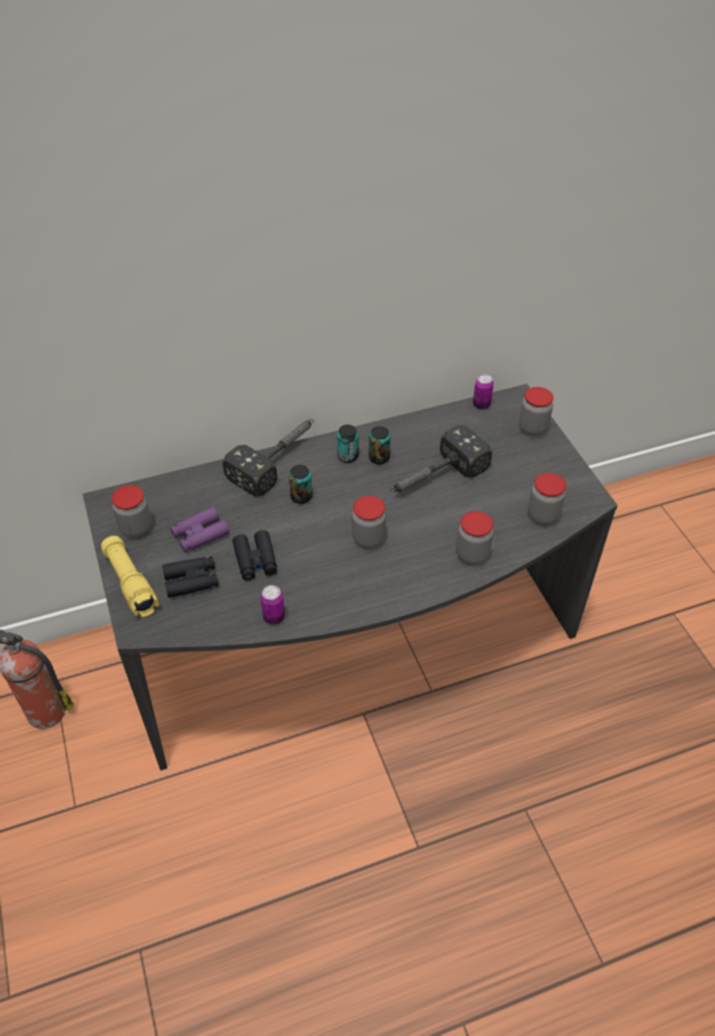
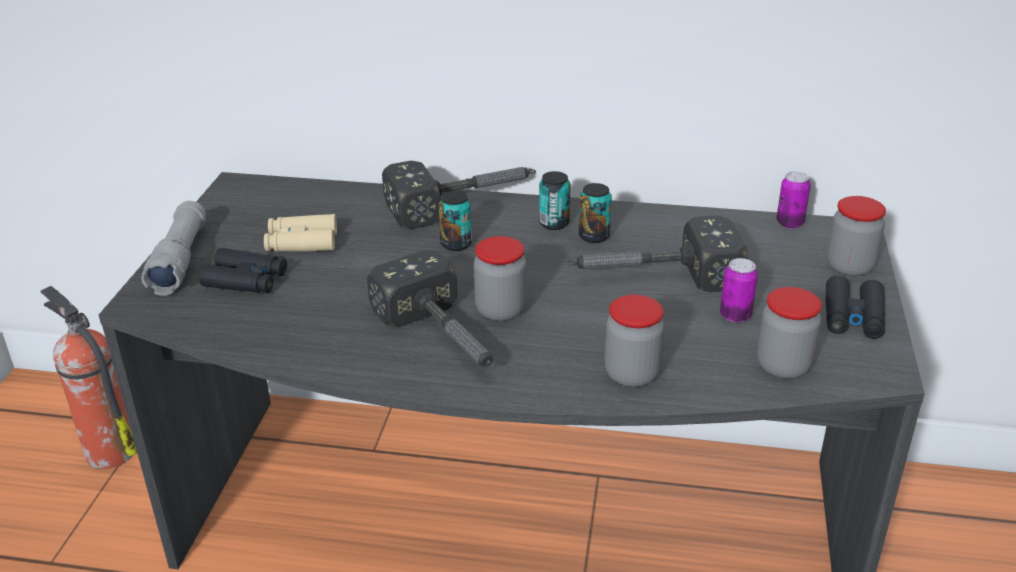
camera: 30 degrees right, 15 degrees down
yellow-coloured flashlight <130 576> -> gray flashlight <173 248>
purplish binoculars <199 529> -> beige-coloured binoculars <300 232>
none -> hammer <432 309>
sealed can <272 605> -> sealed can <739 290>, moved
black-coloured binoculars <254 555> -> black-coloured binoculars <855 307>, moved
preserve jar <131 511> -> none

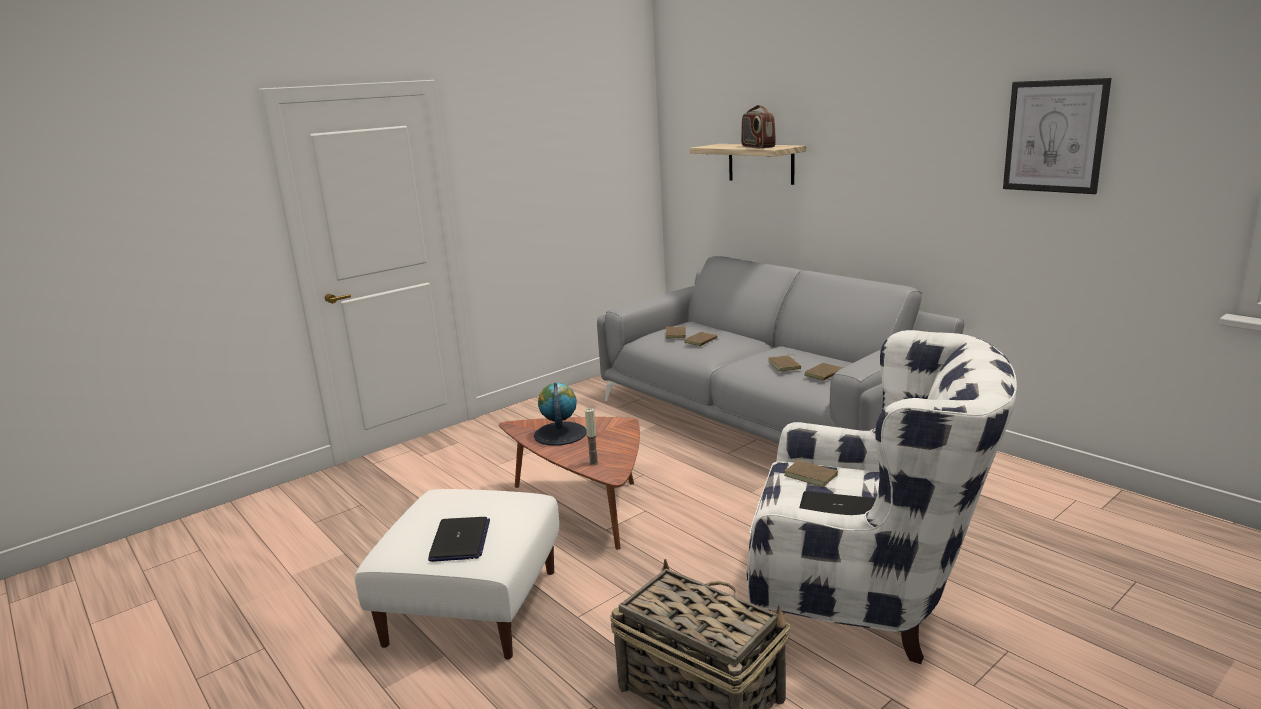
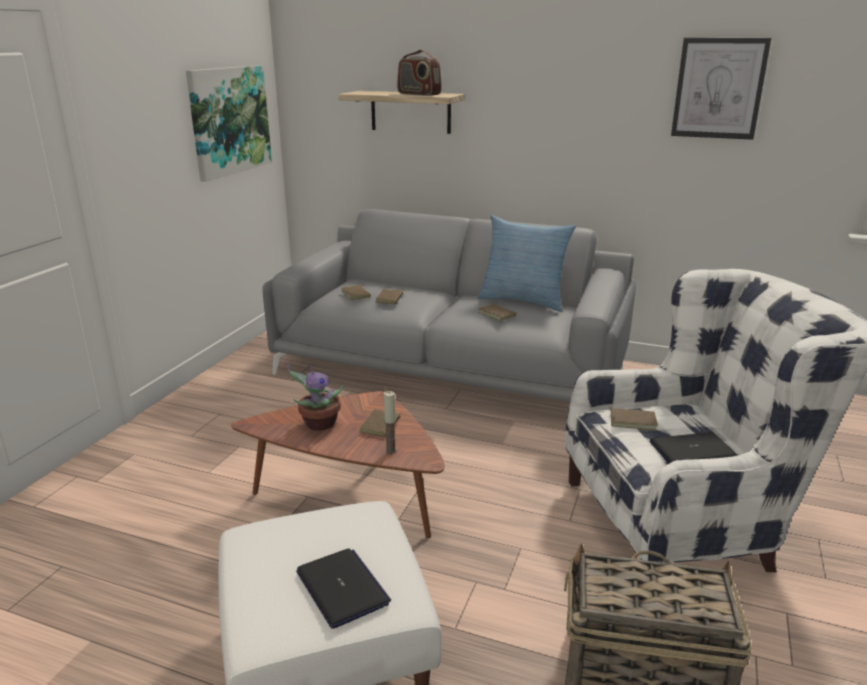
camera: 30 degrees left, 5 degrees up
none -> picture <229 123>
globe <560 414> -> plant in a pot <315 397>
brownish book <824 372> -> brownish book <383 423>, moved
none -> throw pillow <527 263>

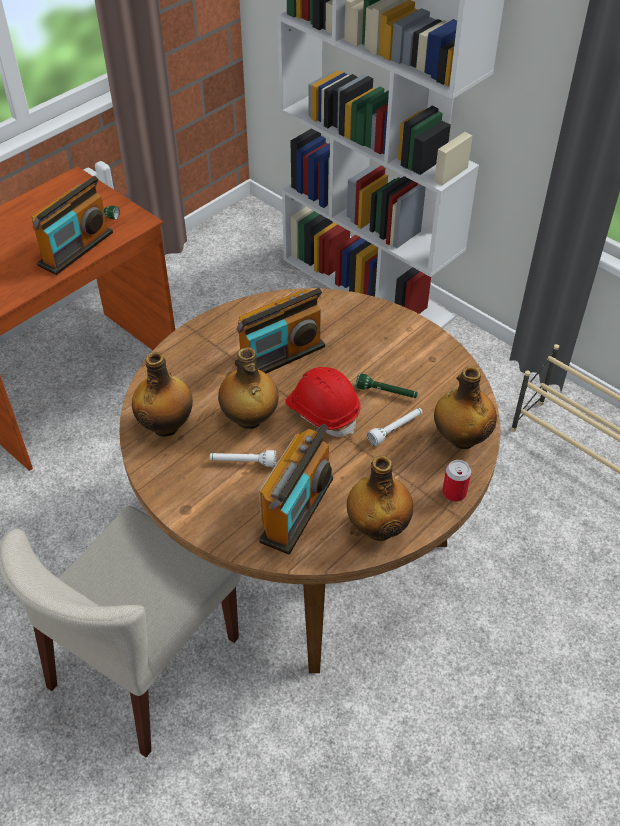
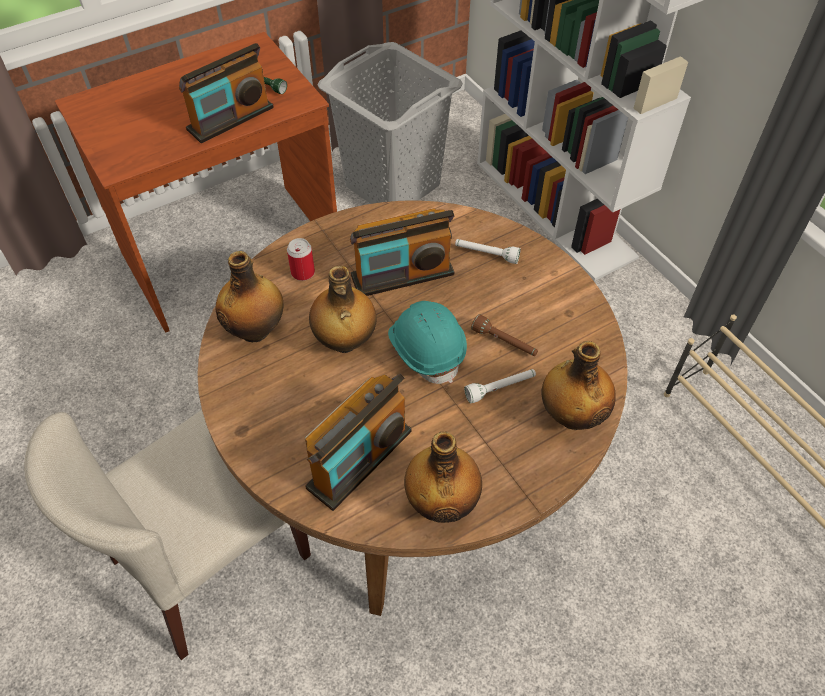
camera: 15 degrees right, 5 degrees up
sealed can <456 481> -> sealed can <301 259>, moved
none -> gray hamper <390 123>
reddish safety helmet <323 402> -> blue-green safety helmet <427 342>
whitish flashlight <243 458> -> whitish flashlight <488 251>, moved
greenish flashlight <387 385> -> brownish flashlight <504 335>

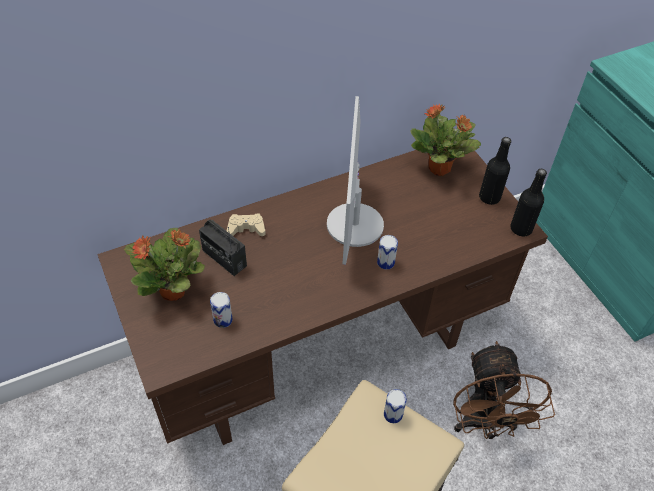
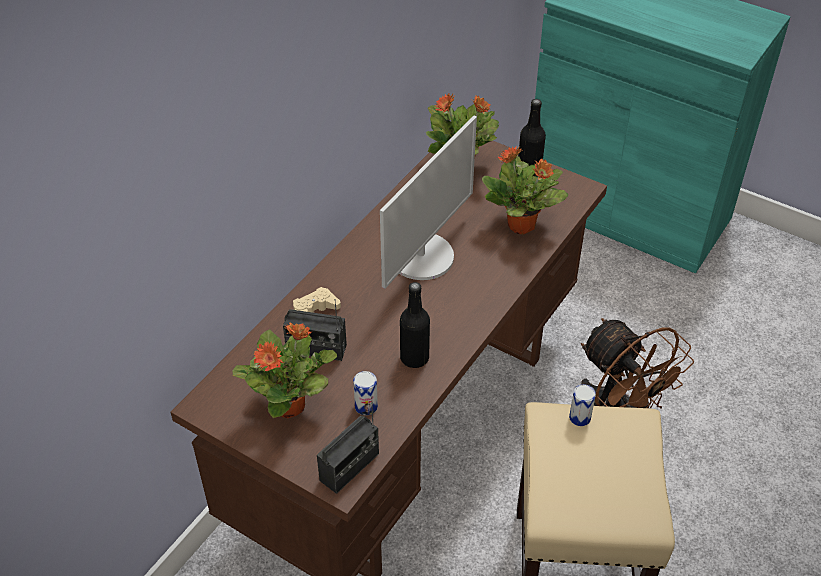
camera: 30 degrees left, 5 degrees down
none -> radio <348 445>
computer display <355 180> -> computer display <428 202>, 120 degrees counterclockwise
black-coloured bottle <528 202> -> black-coloured bottle <415 325>, moved
none -> plant in a pot <525 190>
sealed can <387 252> -> none

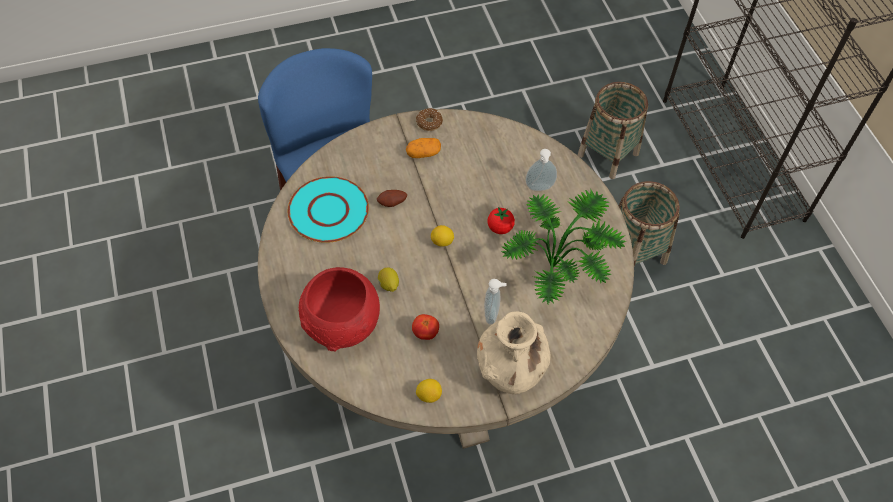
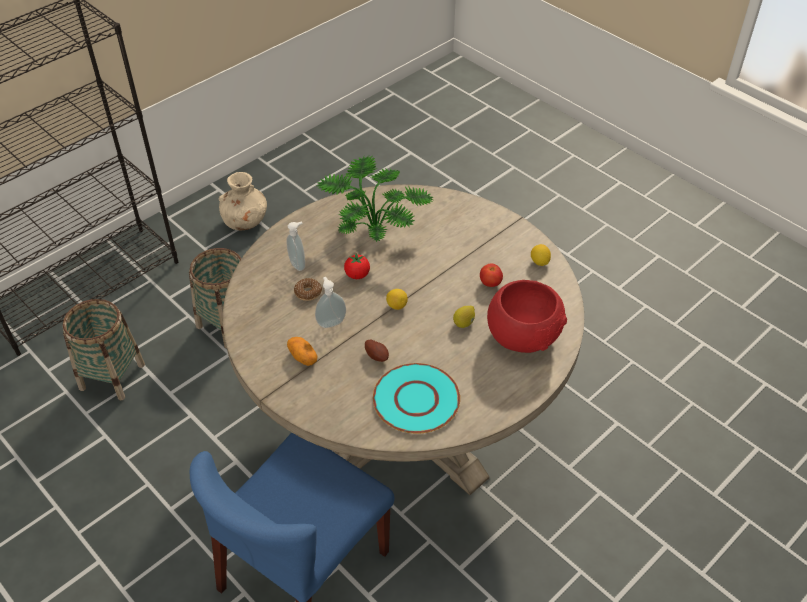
camera: 115 degrees left, 10 degrees down
beige-coloured flower vase <514 352> -> beige-coloured flower vase <243 201>, moved
doughnut <429 119> -> doughnut <308 289>, moved
soap dispenser <495 302> -> soap dispenser <330 302>, moved

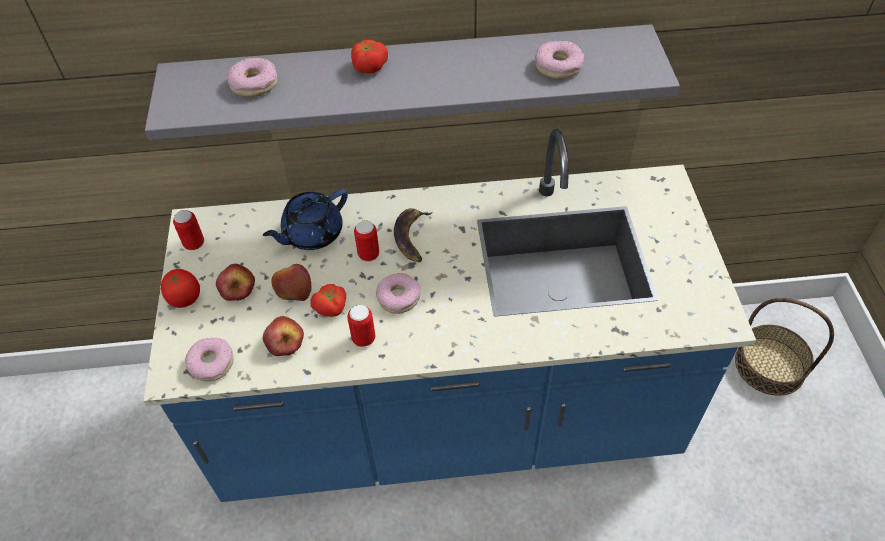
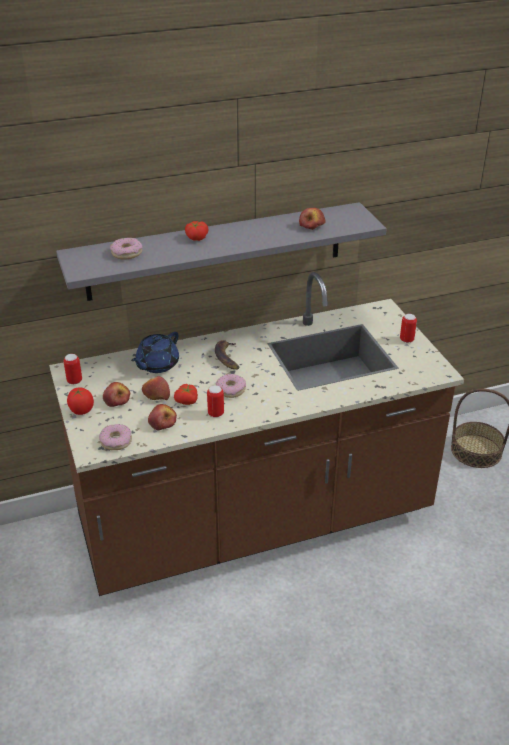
camera: 15 degrees left, 15 degrees down
blue-coloured kitchen base unit <450 315> -> brownish kitchen base unit <256 434>
doughnut <559 60> -> whole apple <312 219>
sealed can <366 241> -> sealed can <408 328>, moved

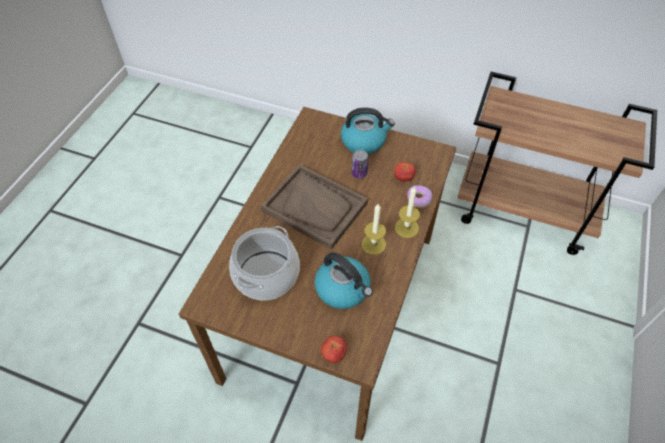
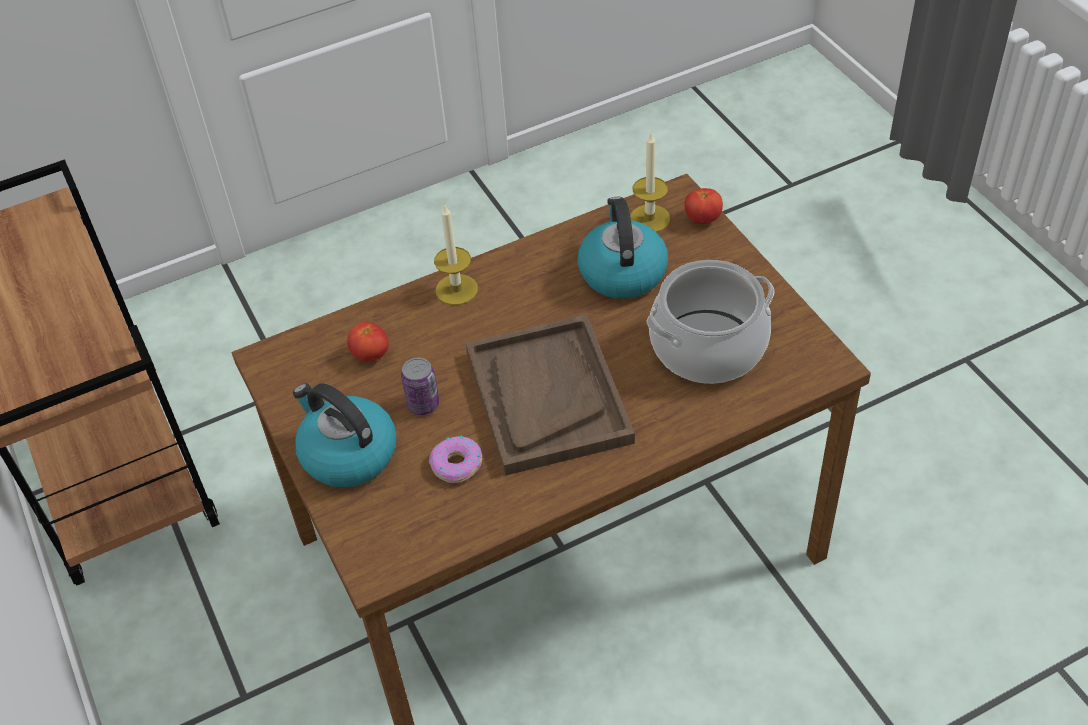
camera: 135 degrees left, 5 degrees down
doughnut <419 196> -> doughnut <455 459>, moved
candle <373 229> -> candle <650 182>, moved

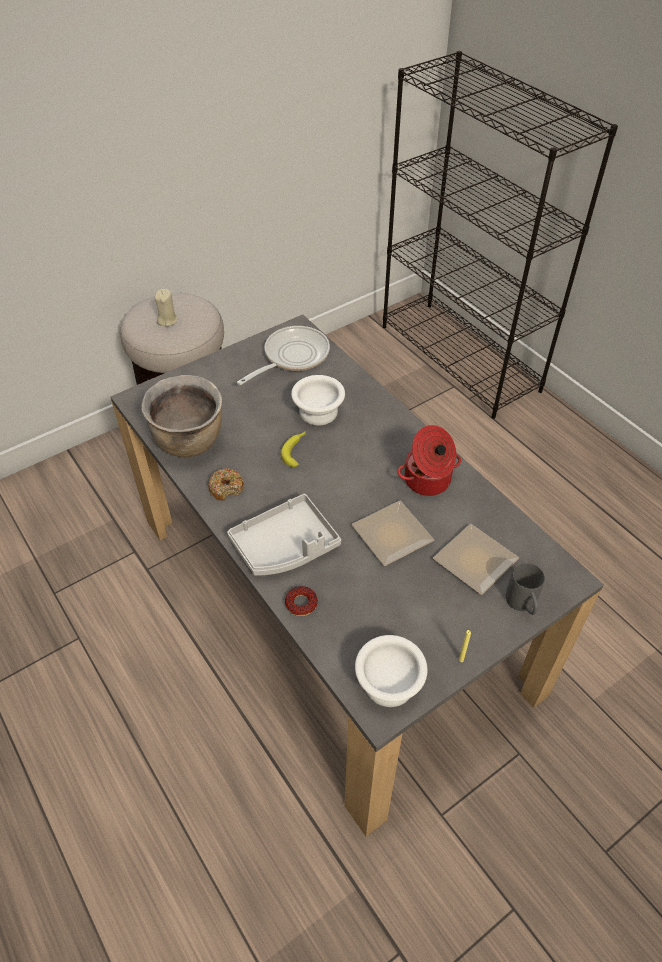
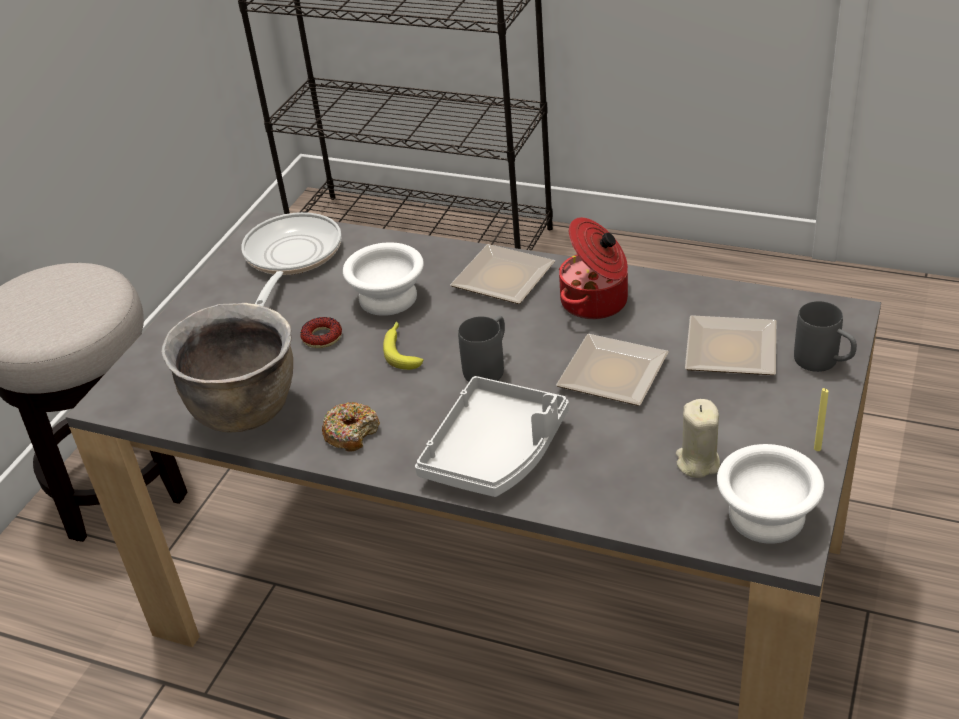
camera: 30 degrees left, 10 degrees down
doughnut <301 601> -> doughnut <321 332>, moved
none -> plate <502 274>
none -> gray coffee mug <481 349>
beige-coloured candle <166 308> -> beige-coloured candle <698 438>, moved

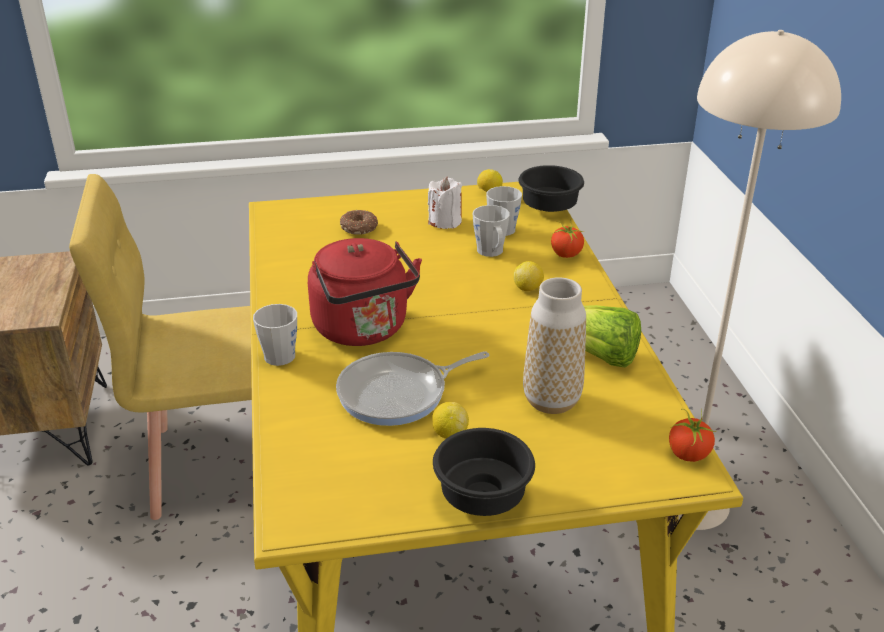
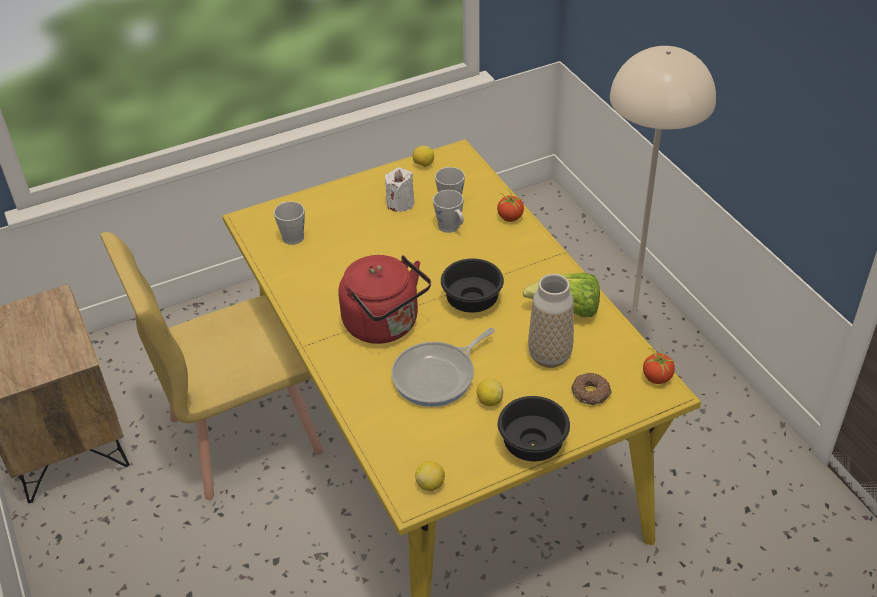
camera: 15 degrees left, 10 degrees up
gray coffee mug <275 335> -> gray coffee mug <289 223>, moved
lemon <529 276> -> lemon <430 476>, moved
black-coloured serving bowl <551 188> -> black-coloured serving bowl <472 285>, moved
doughnut <359 222> -> doughnut <591 389>, moved

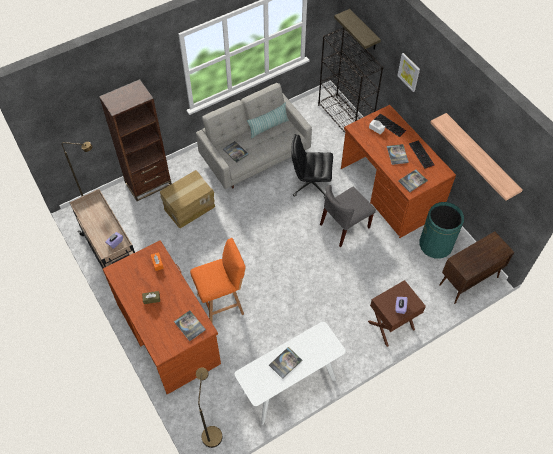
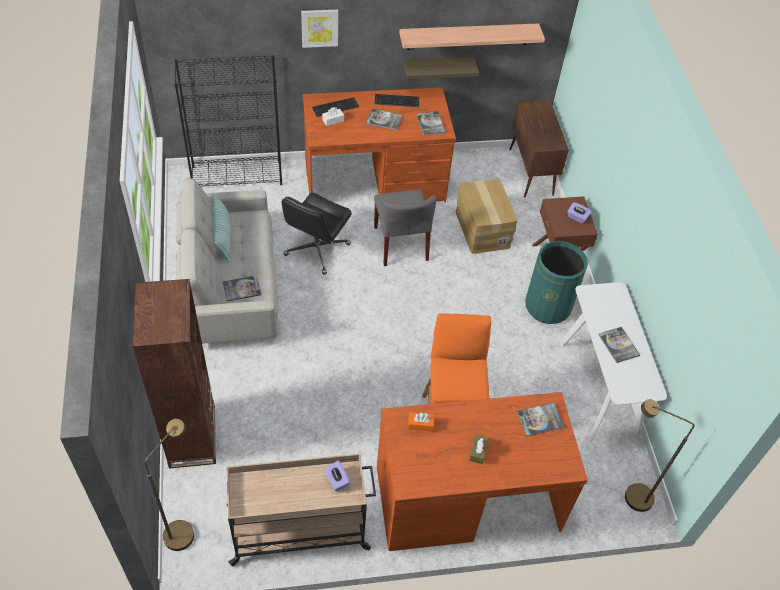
camera: 70 degrees left, 5 degrees down
wall shelf <357 29> -> wall shelf <441 67>, moved
packing box <187 199> -> packing box <486 216>, moved
greenish trash can <441 230> -> greenish trash can <556 282>, moved

